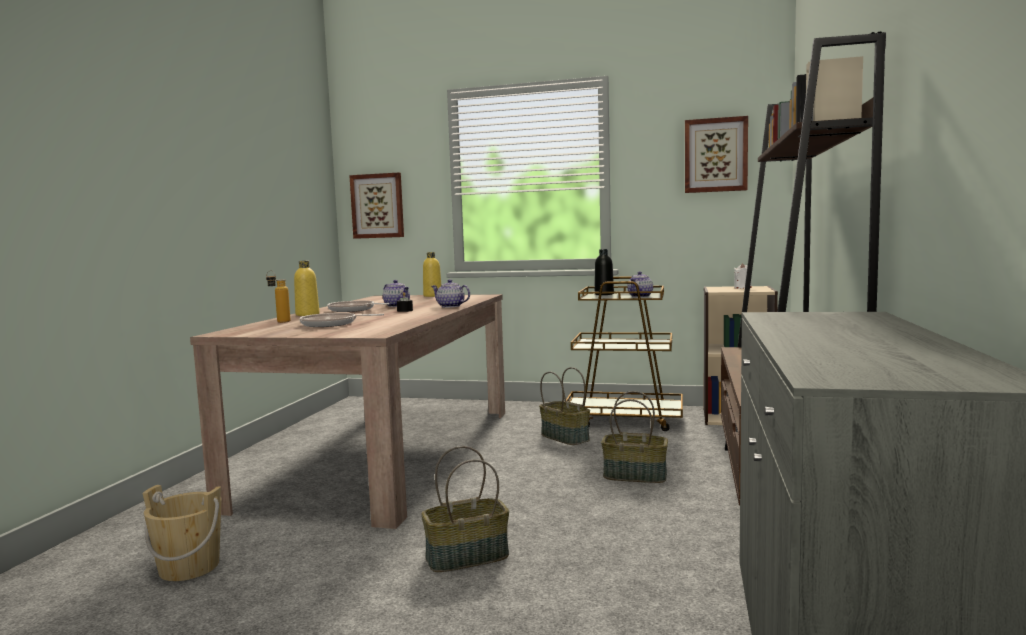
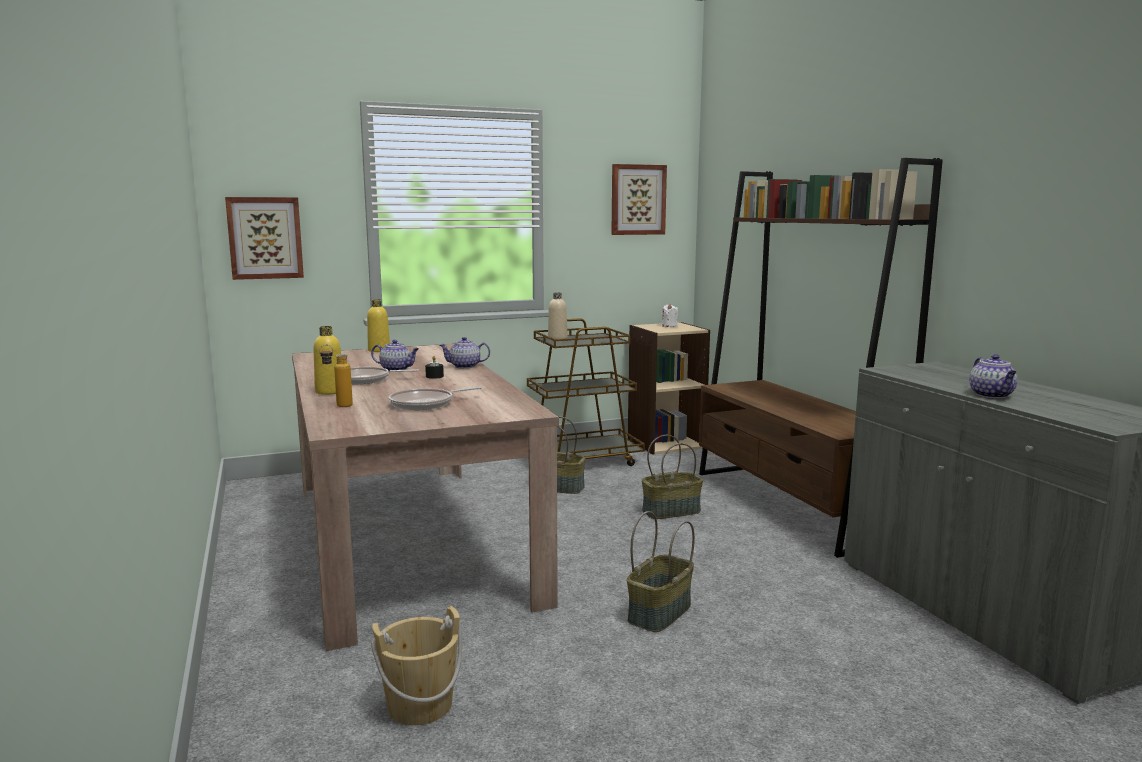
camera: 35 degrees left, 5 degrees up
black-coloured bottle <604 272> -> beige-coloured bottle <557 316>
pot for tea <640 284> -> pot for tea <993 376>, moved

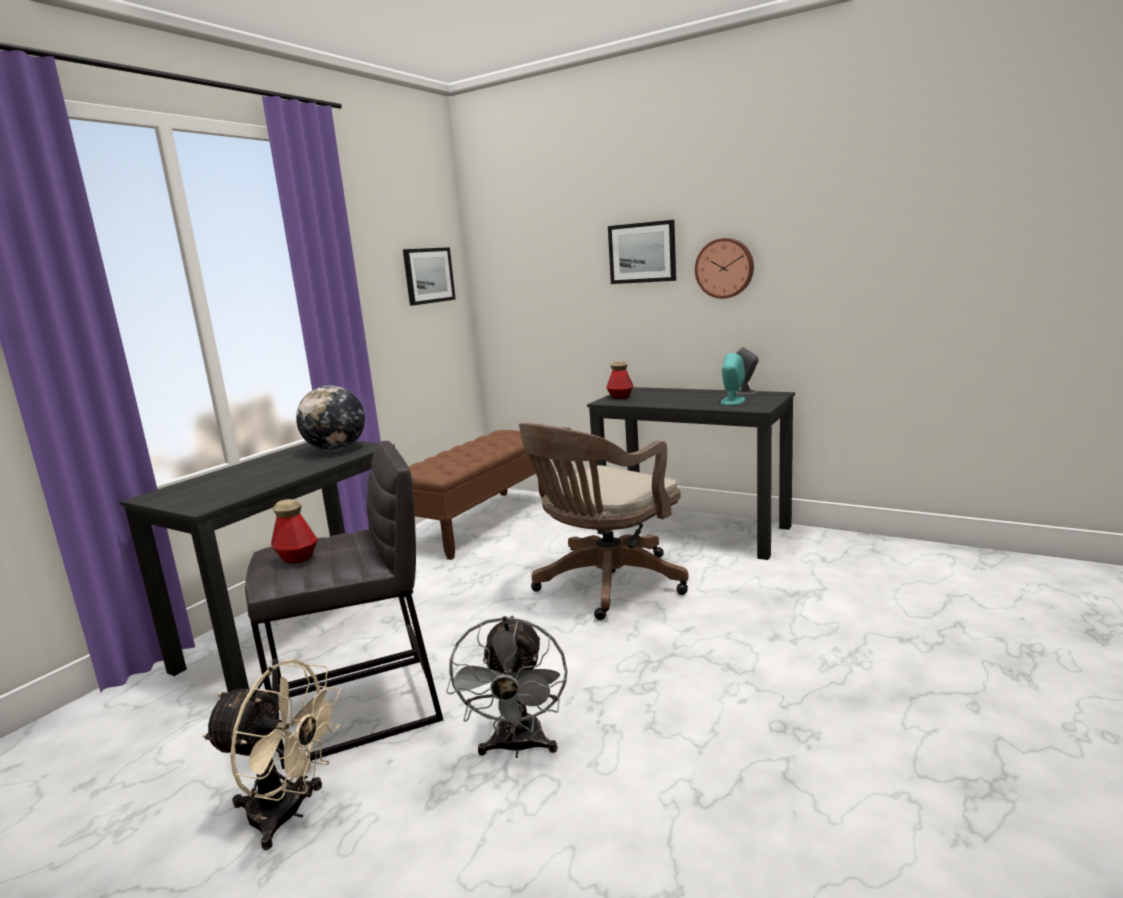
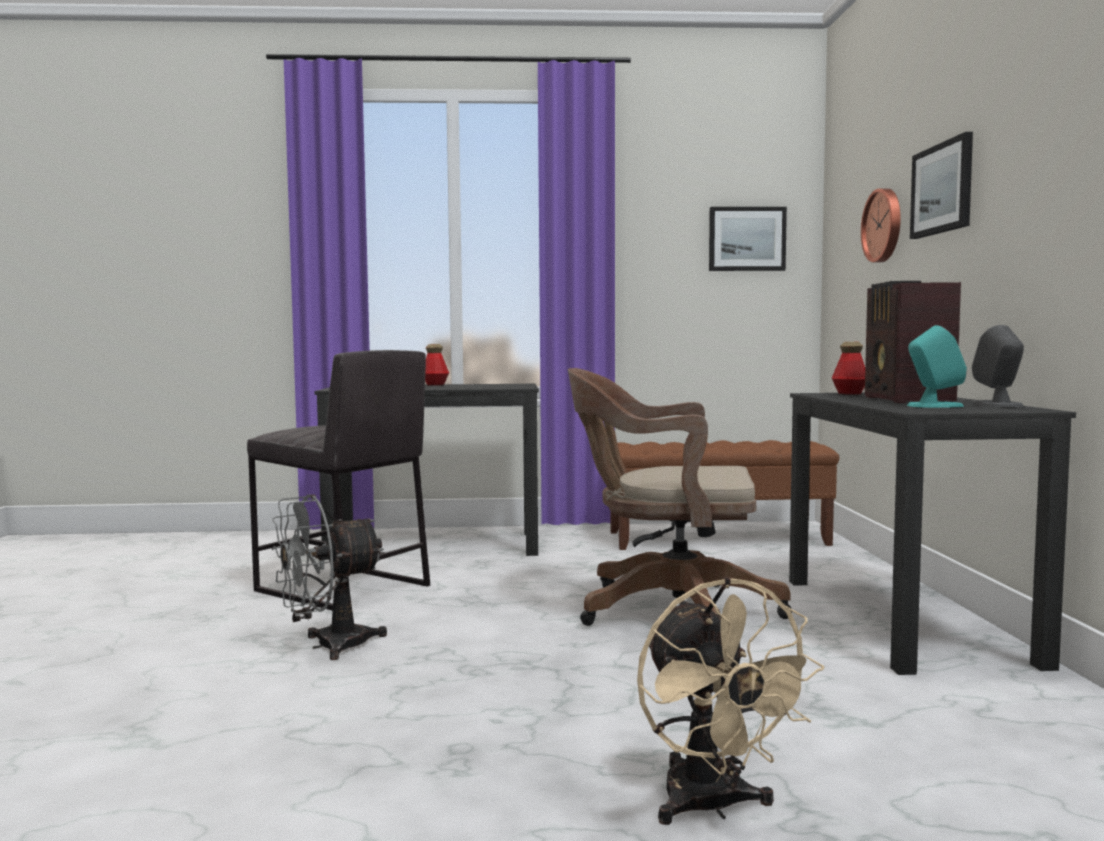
camera: 55 degrees right, 10 degrees down
bottle <294 531> -> bottle <437 365>, moved
beige-coloured fan <272 755> -> beige-coloured fan <730 701>, moved
wall clock <724 268> -> wall clock <881 225>, moved
none -> radio <913 342>
globe <330 418> -> none

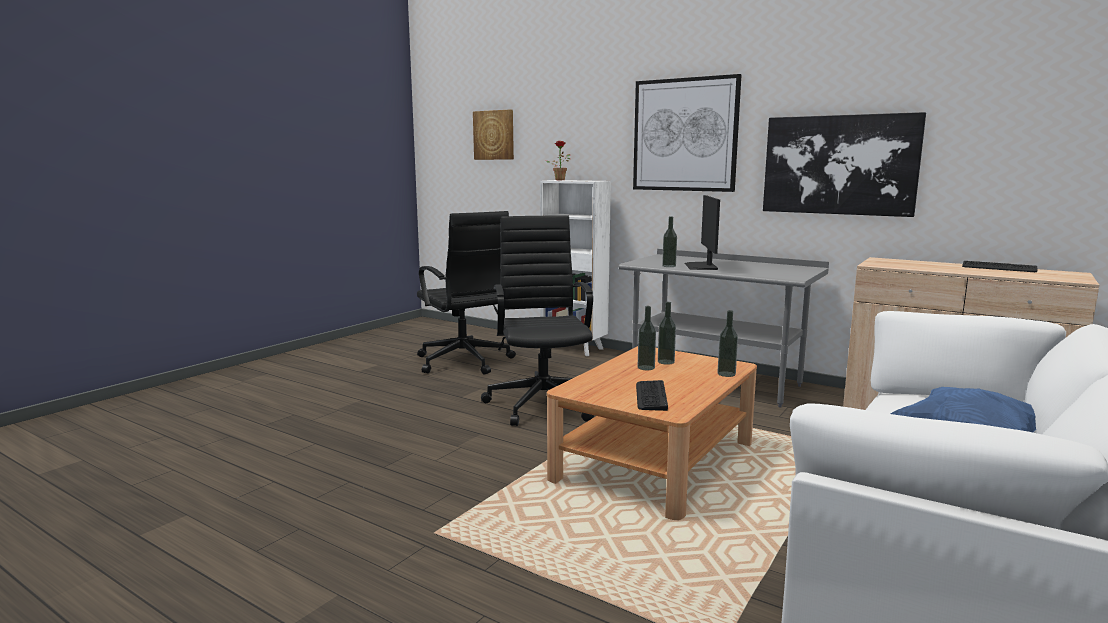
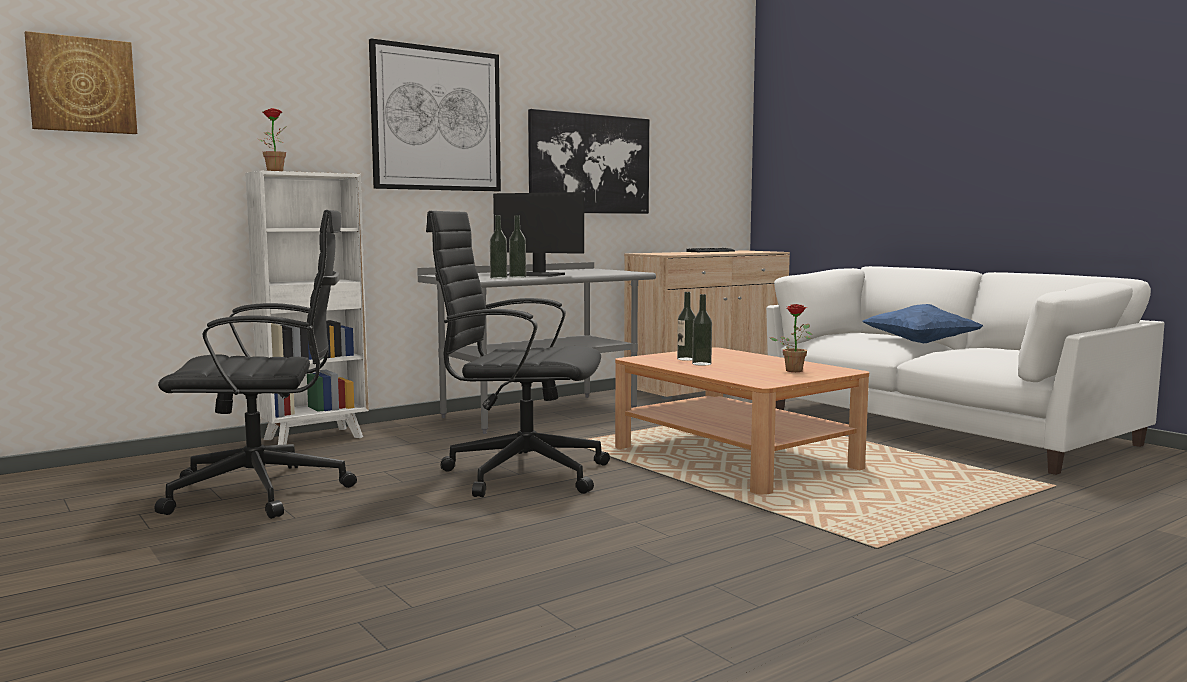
camera: 70 degrees left, 5 degrees down
bottle <727 343> -> bottle <498 247>, moved
keyboard <652 395> -> plant in a pot <791 338>

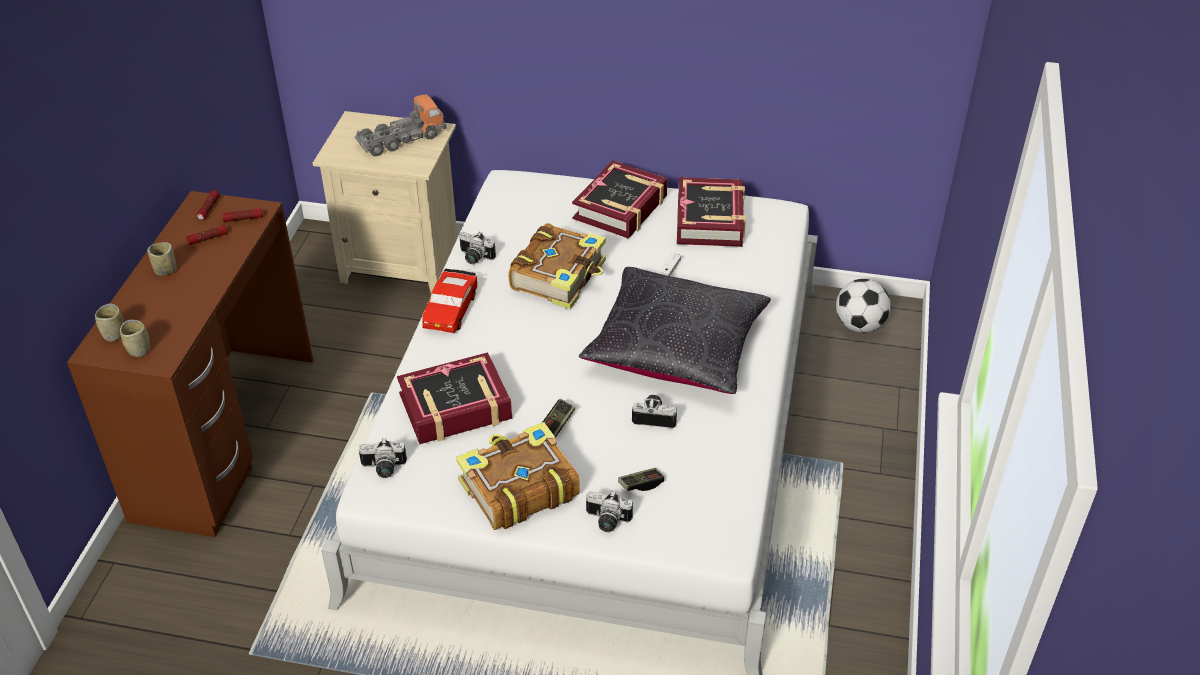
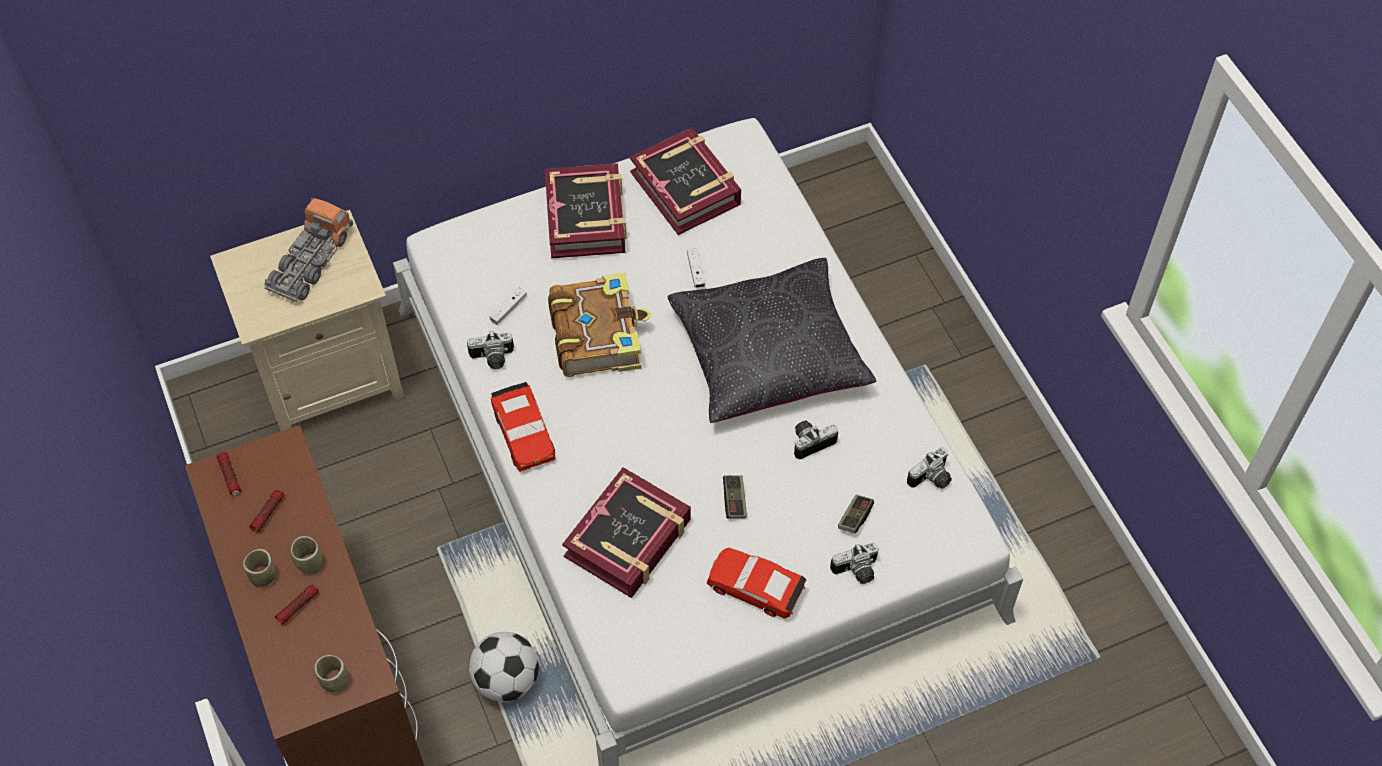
camera: 35 degrees left, 15 degrees up
flashlight <242 215> -> flashlight <297 604>, moved
small cup <109 323> -> small cup <306 555>, moved
football <863 306> -> football <504 667>, moved
none -> whitish joypad <508 306>
book <518 476> -> reddish toy car <757 583>
photo camera <383 458> -> photo camera <929 468>, moved

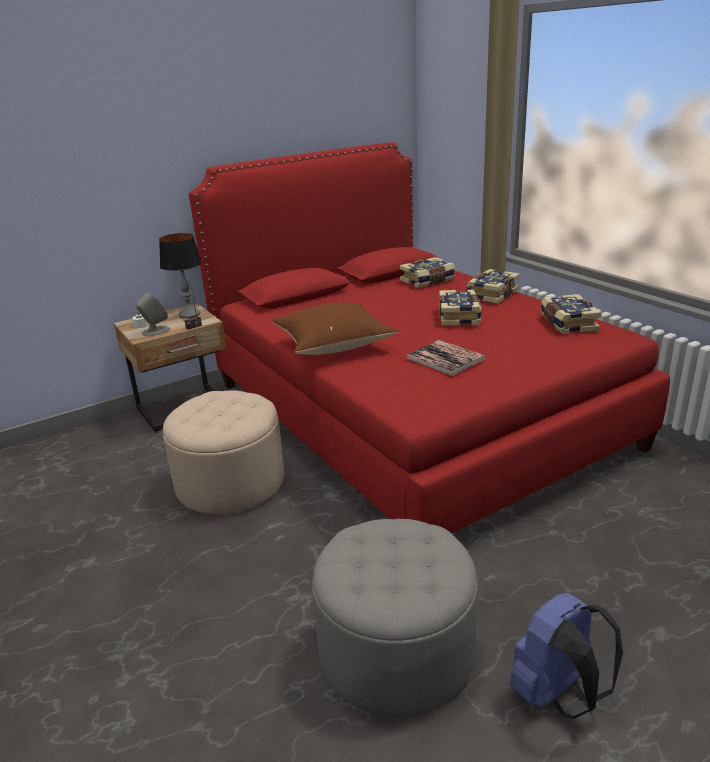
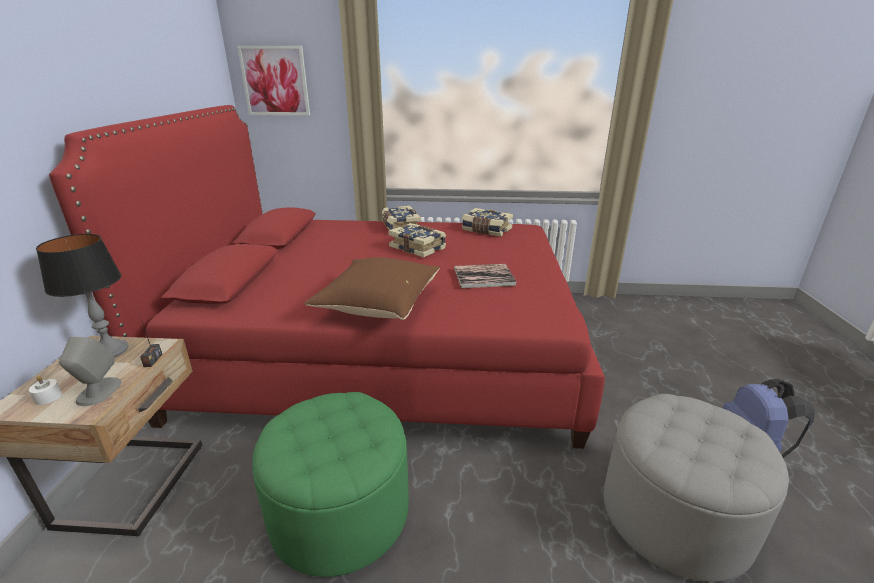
camera: 55 degrees left, 0 degrees up
none -> picture <273 80>
beige-coloured ottoman <223 452> -> greenish ottoman <330 484>
book <427 272> -> none

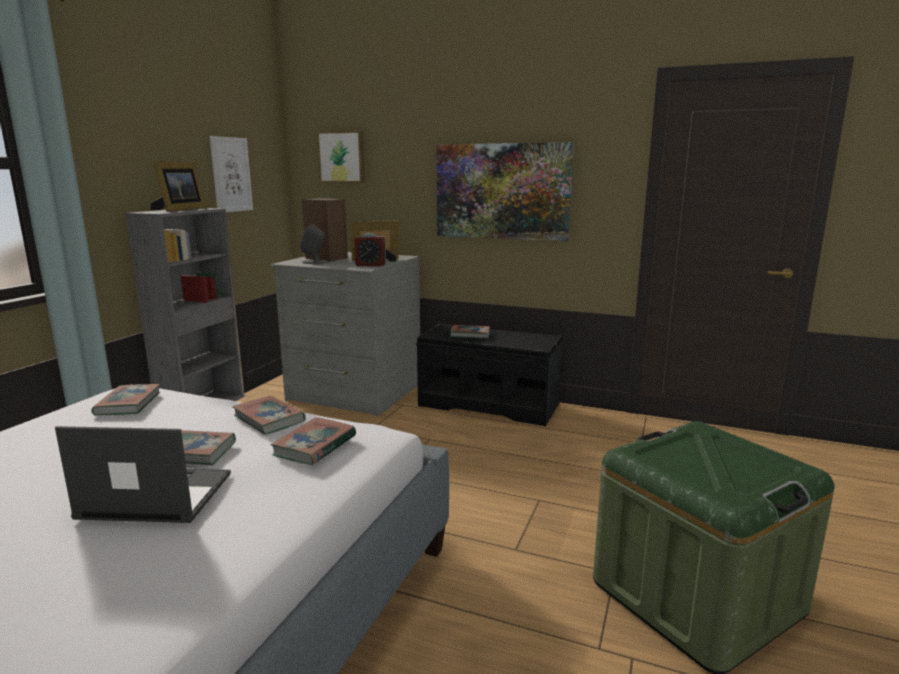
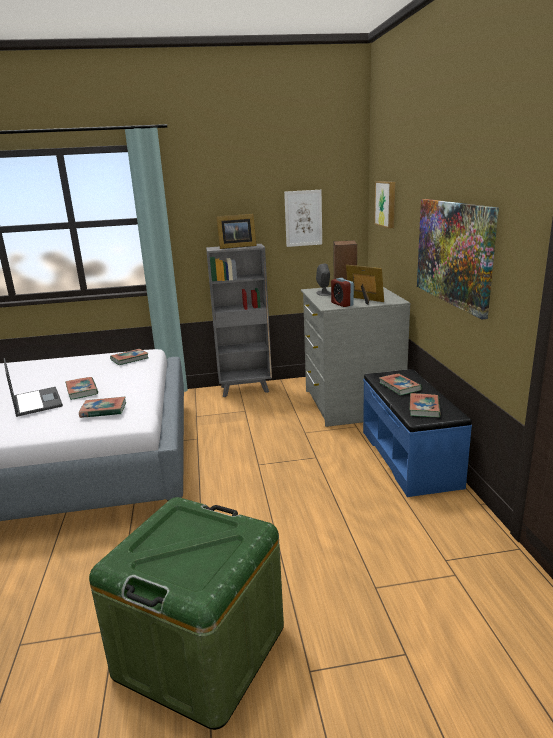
camera: 60 degrees right, 5 degrees up
black-coloured indoor bench <489 375> -> blue-coloured indoor bench <417 433>
book <269 415> -> book <425 405>, moved

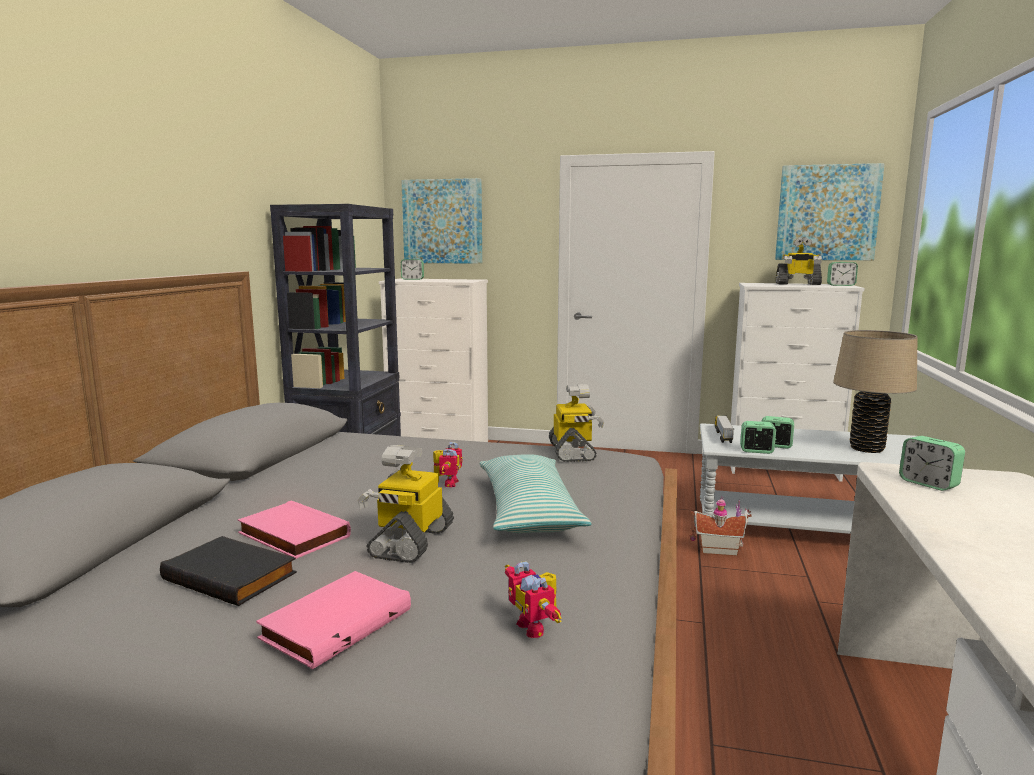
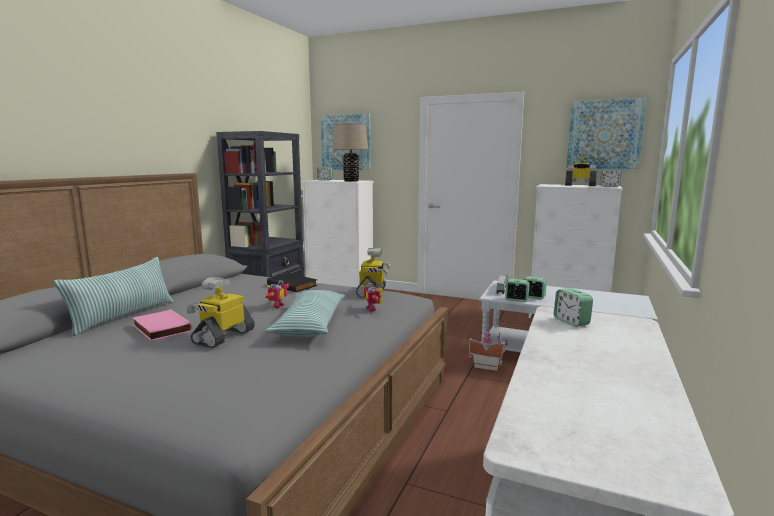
camera: 10 degrees right, 0 degrees up
none -> throw pillow <113 296>
black-coloured book <228 571> -> black-coloured book <292 282>, moved
beige-coloured tabletop lamp <875 391> -> beige-coloured tabletop lamp <350 153>, moved
toy robot <533 599> -> toy robot <373 297>, moved
pinkish book <333 620> -> none

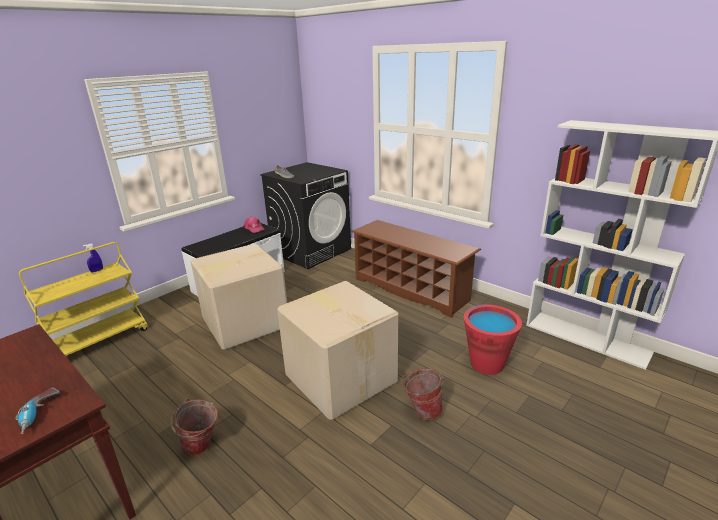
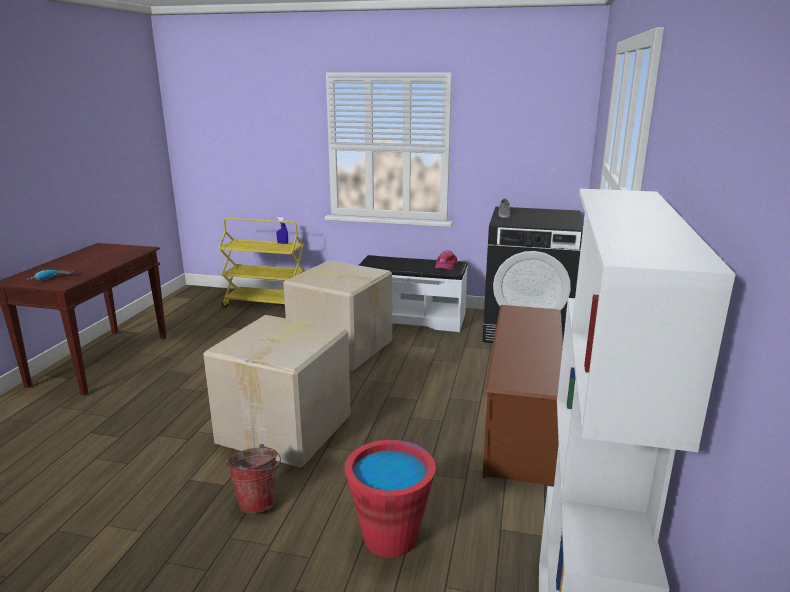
camera: 60 degrees right, 5 degrees down
bucket <194 426> -> none

